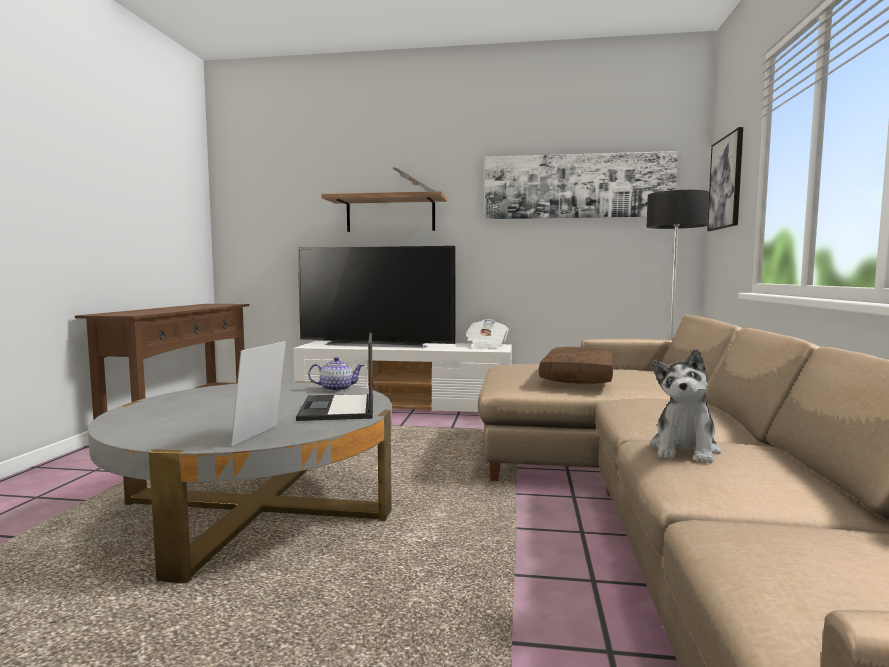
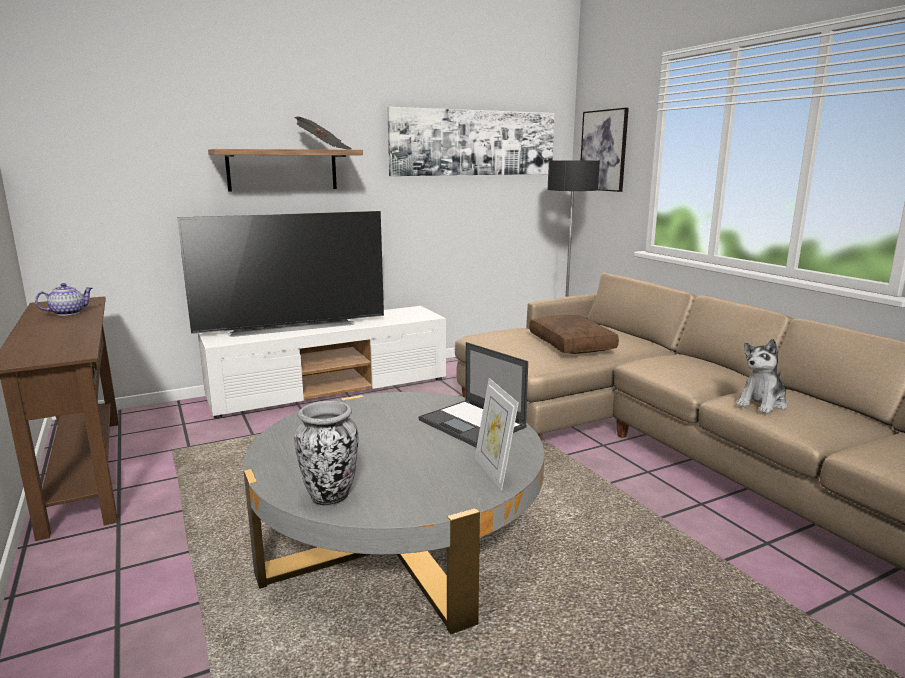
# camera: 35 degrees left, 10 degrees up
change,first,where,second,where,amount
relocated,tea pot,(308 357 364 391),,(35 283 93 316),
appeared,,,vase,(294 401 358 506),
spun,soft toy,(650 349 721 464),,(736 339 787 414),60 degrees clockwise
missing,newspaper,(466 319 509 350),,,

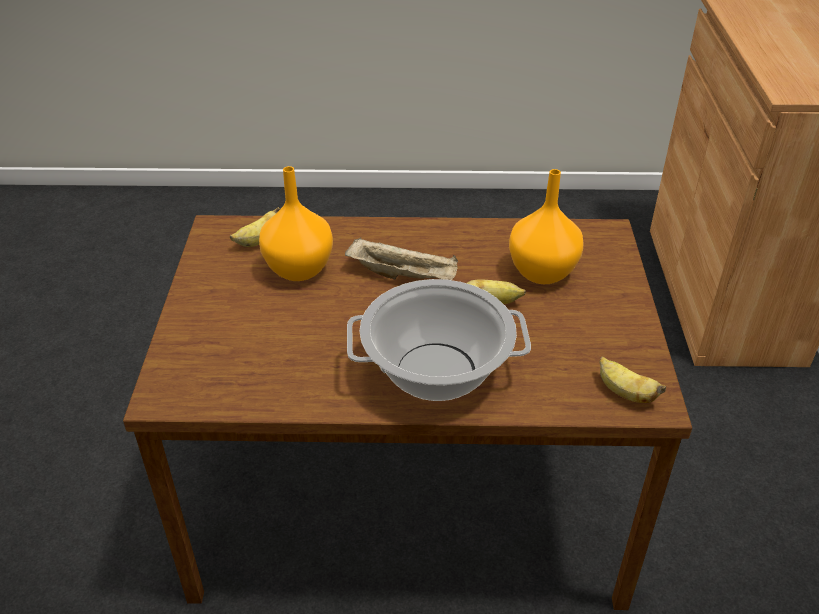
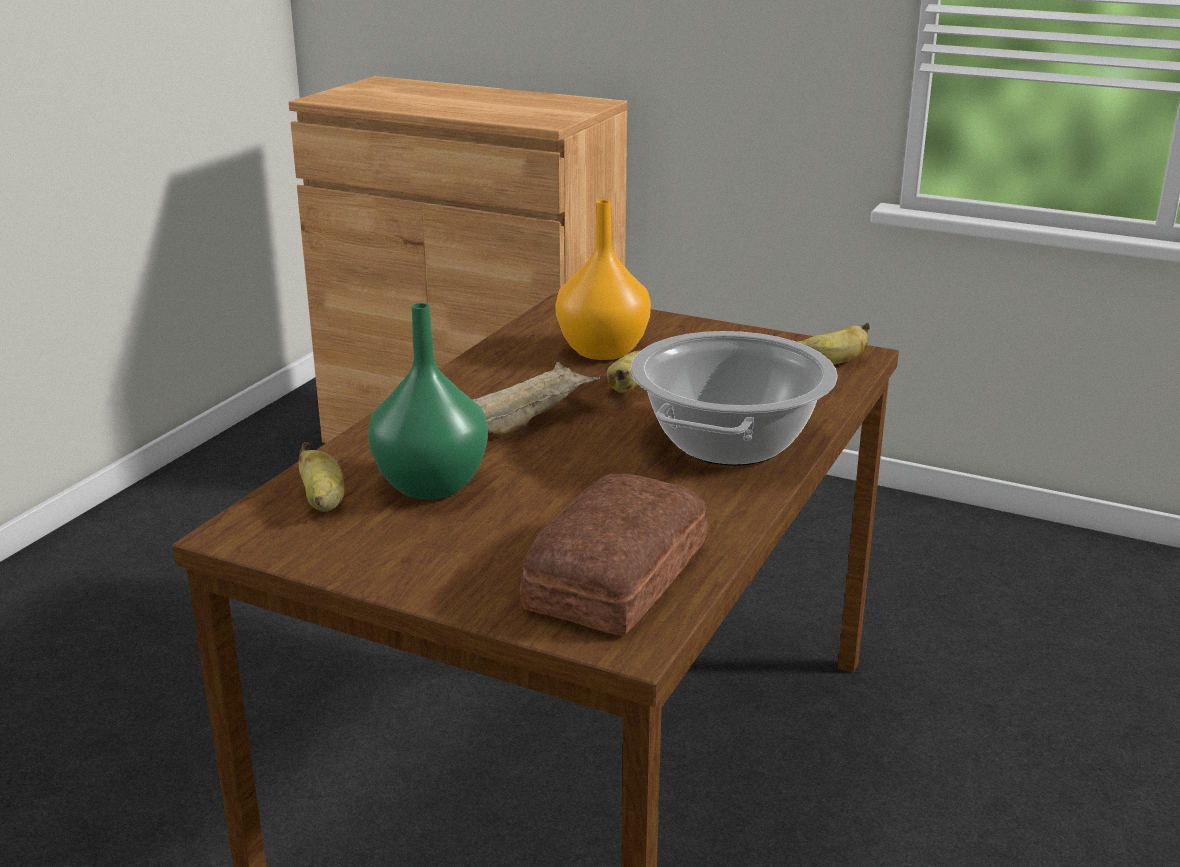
# camera: 65 degrees left, 15 degrees down
change,first,where,second,where,amount
colour,orangey vase,(259 166 333 281),green-coloured vase,(368 303 488 500),
appeared,,,bakery bread,(520 474 708 636),

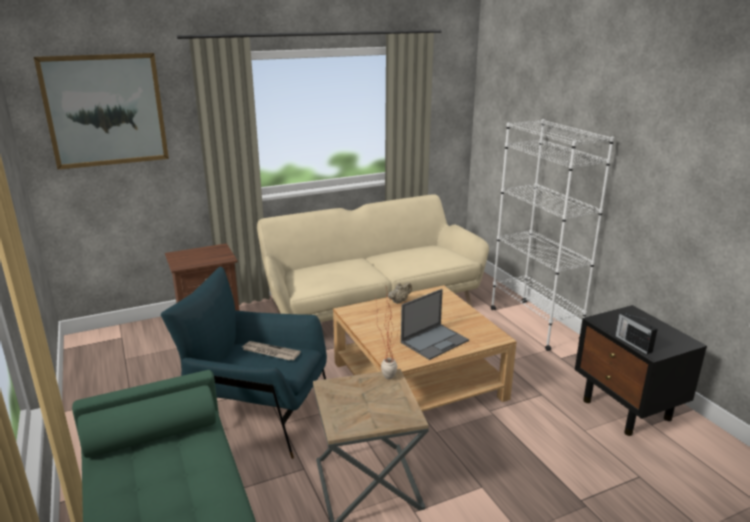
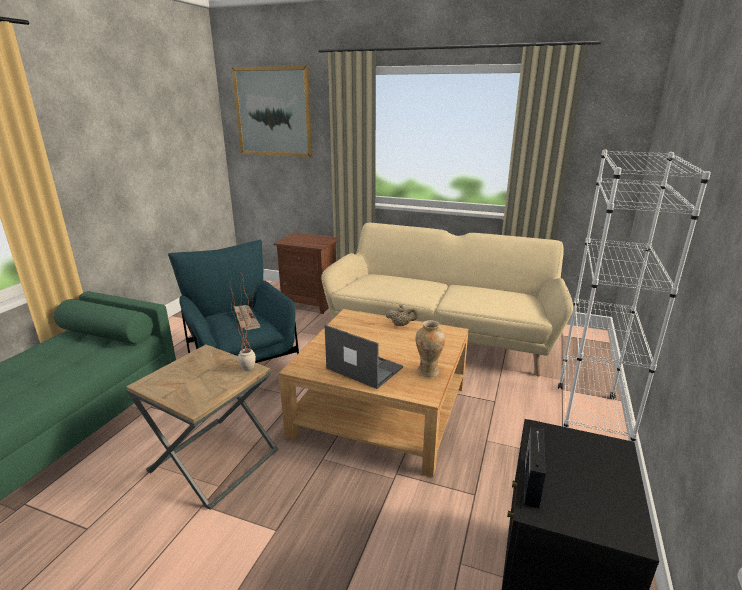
# camera: 45 degrees right, 0 degrees up
change,first,where,second,where,amount
spun,portable computer,(401 289 469 360),,(325 325 403 389),150 degrees counterclockwise
appeared,,,vase,(416 320 445 377),

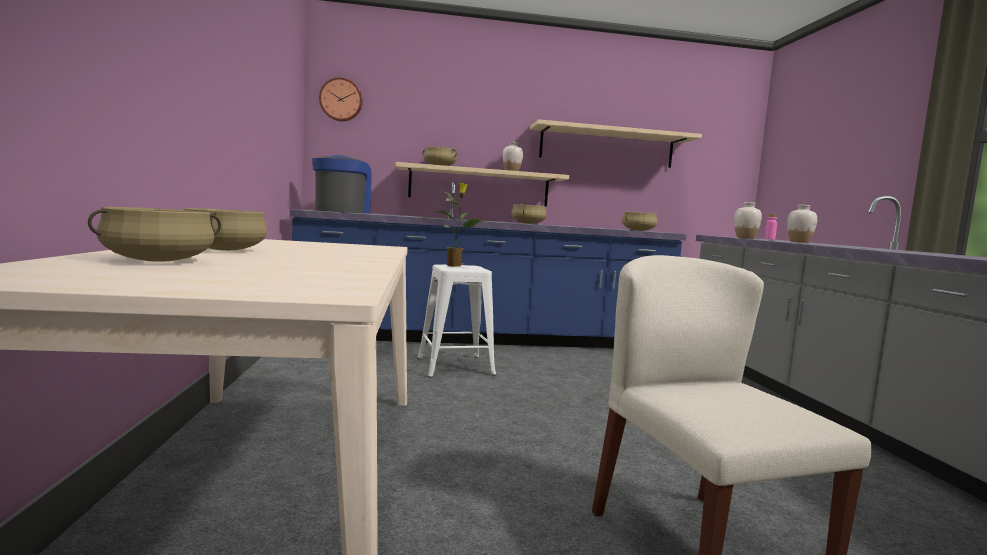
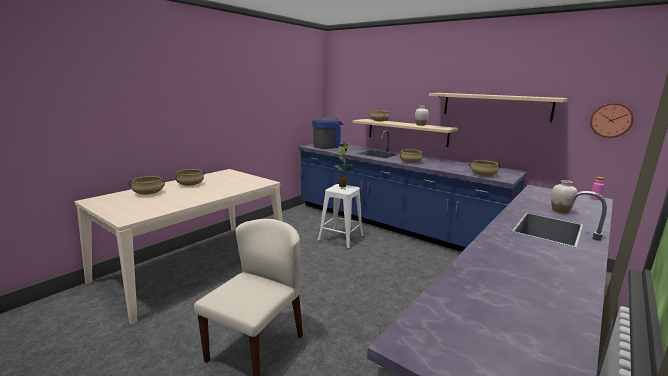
# camera: 45 degrees right, 10 degrees up
change,first,where,second,where,amount
relocated,clock on the wall,(319 77 363 121),,(590 103 634 138),
missing,whitish vase,(734 202 762 239),,,

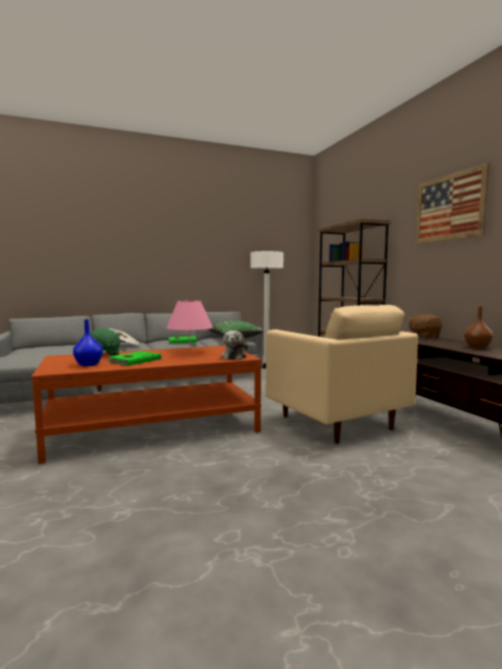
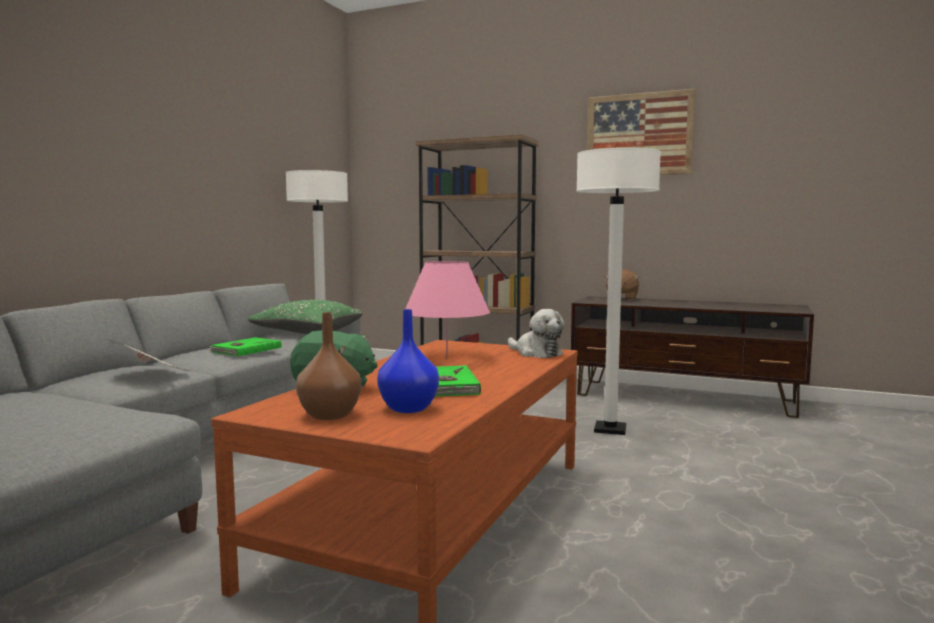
# camera: 45 degrees left, 0 degrees up
change,first,where,second,where,amount
relocated,brown vase,(464 306 493 348),,(296 312 361 420),
exchanged,beige lounge chair,(265 305 418 444),whitish standing lamp,(576 148 661 435),

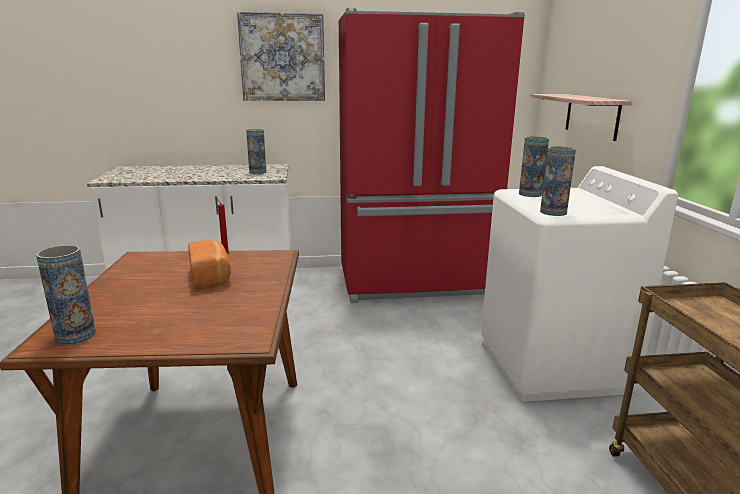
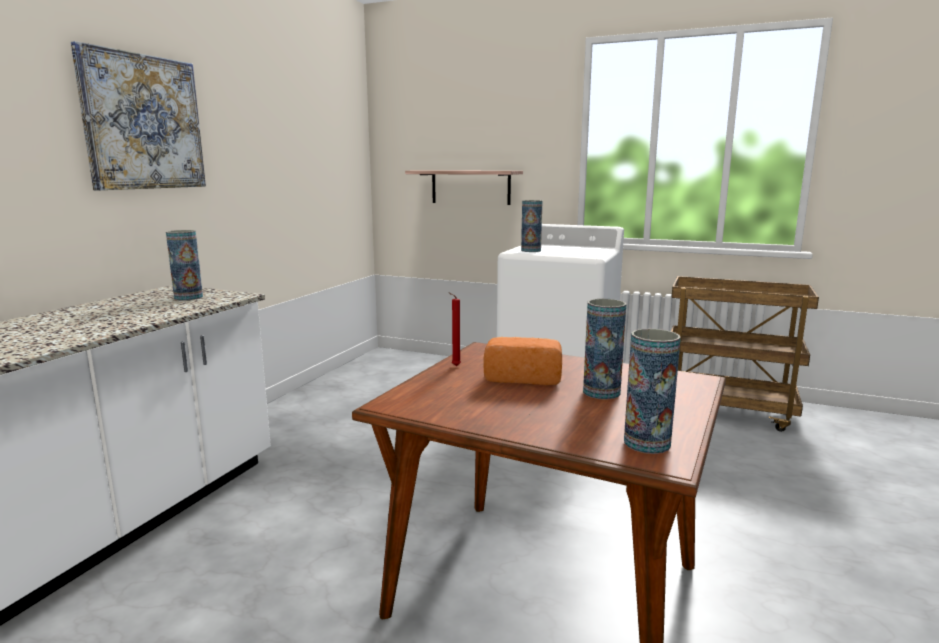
# camera: 60 degrees left, 5 degrees down
change,first,where,second,where,amount
relocated,vase,(540 146 576 216),,(583 299 626 400),
missing,red-coloured kitchen fridge,(339 8 525 303),,,

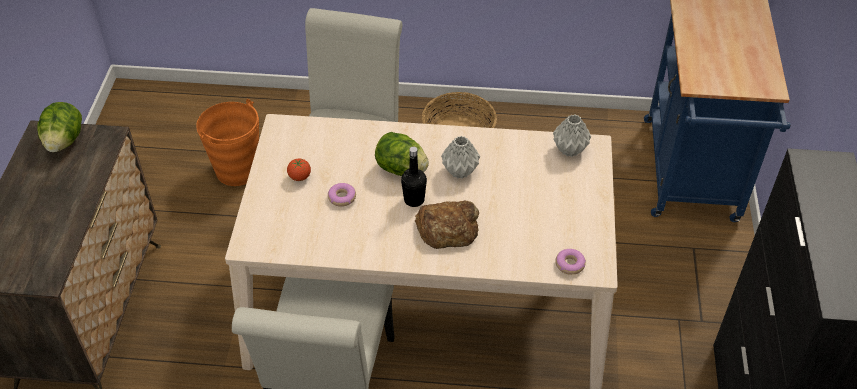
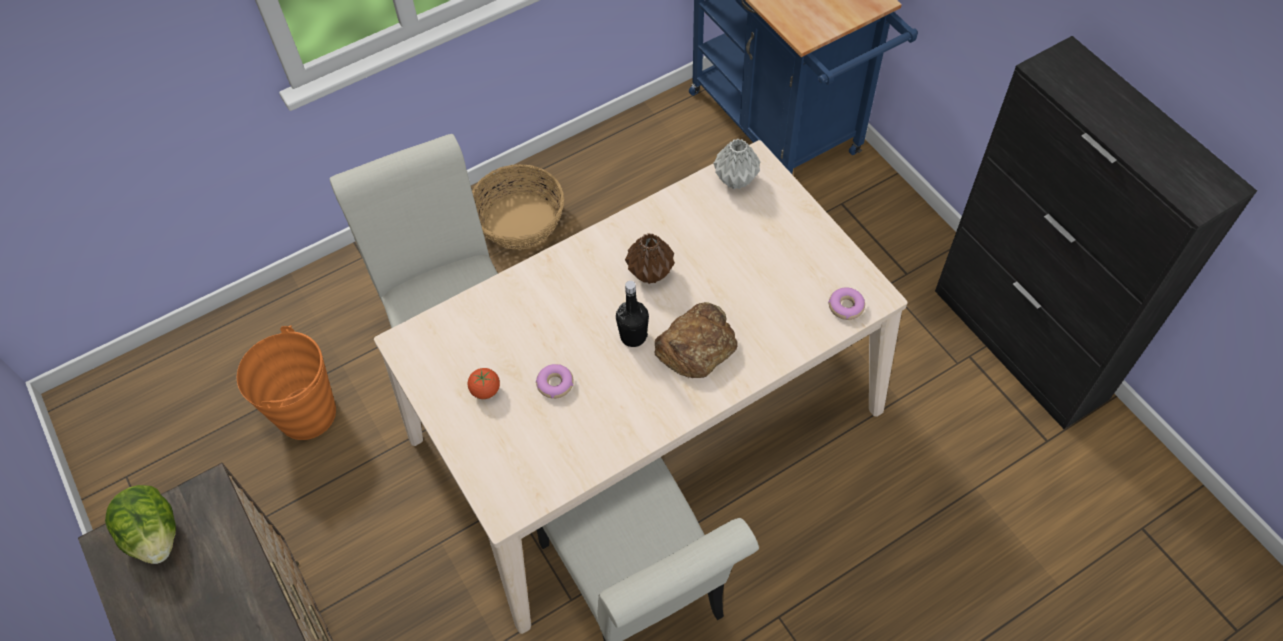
# camera: 35 degrees left, 10 degrees up
change,first,where,second,where,amount
colour,gray vase,(441 136 480 179),brown vase,(625 233 675 284),
missing,head of lettuce,(375 132 429 176),,,

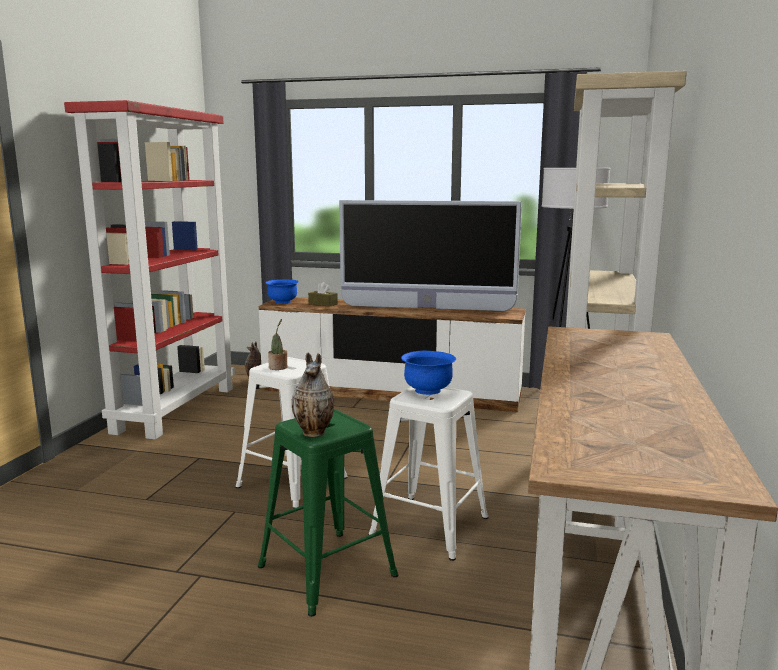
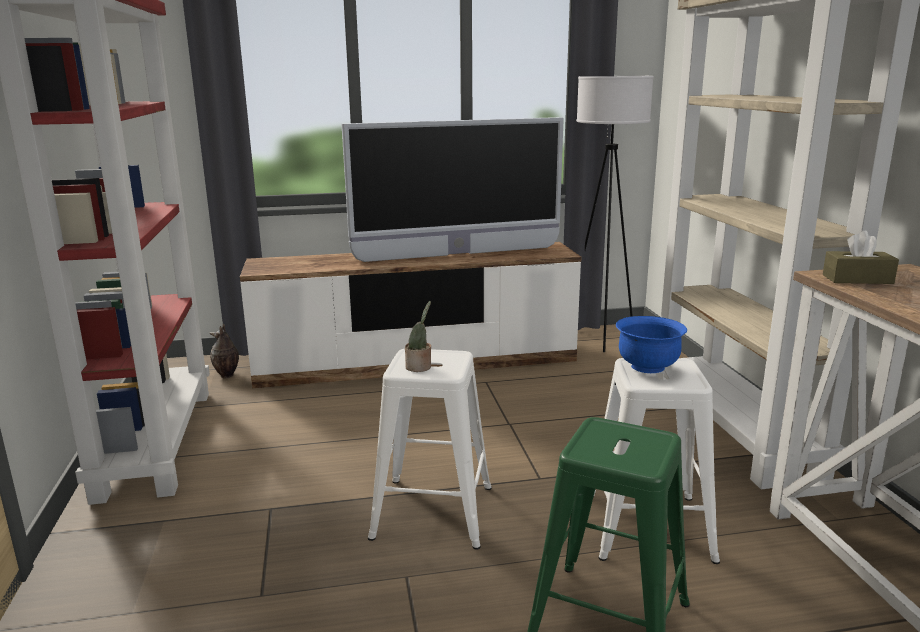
# camera: 25 degrees left, 5 degrees up
change,first,where,second,where,amount
relocated,brown tissue box,(308 282 338 307),,(823 231 899 284),
missing,bluish deep dish,(266 279 299 304),,,
missing,vase,(292 352 334 437),,,

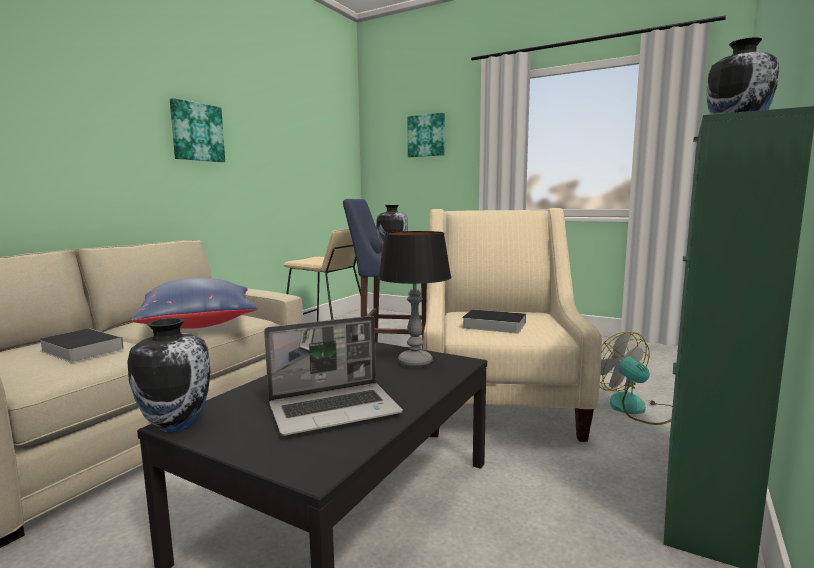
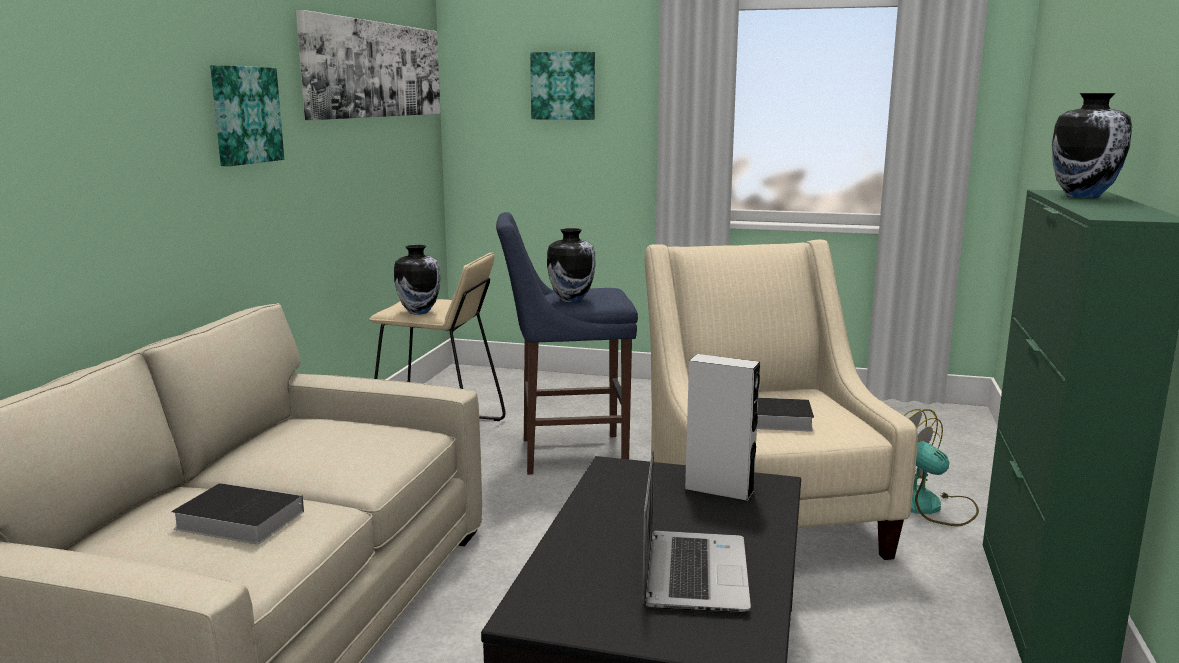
# camera: 15 degrees left, 5 degrees up
change,first,where,second,where,amount
appeared,,,wall picture,(296 10 440 120),
relocated,vase,(127 318 210 432),,(394 245 441 315),
spun,portable computer,(264 316 403 436),,(642 451 751 613),45 degrees counterclockwise
exchanged,lamp for a table,(378 231 451 368),gray speaker,(684 354 760 502),
missing,bluish pillow,(130 278 258 329),,,

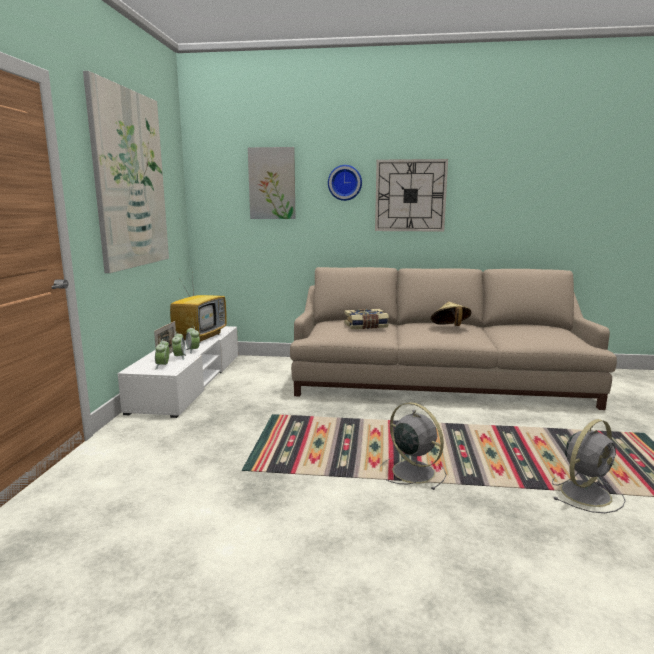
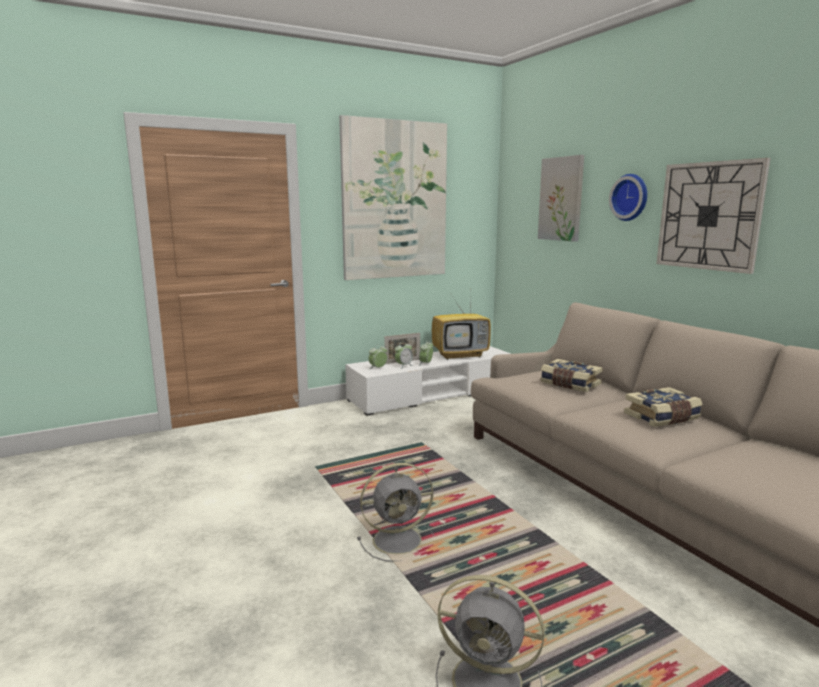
# camera: 55 degrees right, 0 degrees up
change,first,where,second,where,amount
spun,gray electric fan,(380 402 447 490),,(357 463 434 562),60 degrees clockwise
exchanged,beige wearable hat,(431 302 471 326),bound book,(624 387 703 427),

